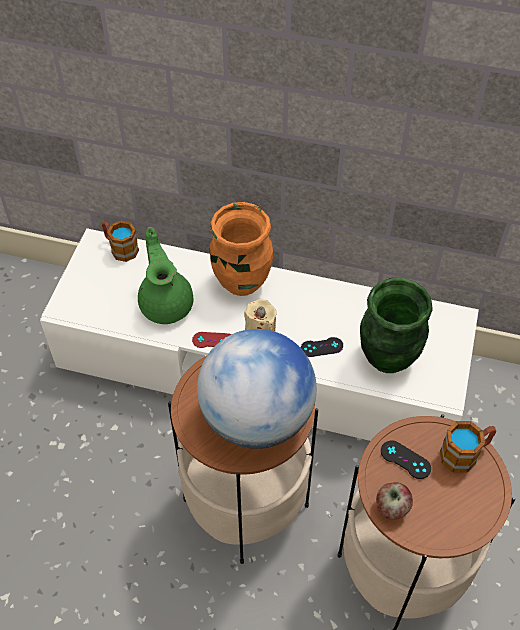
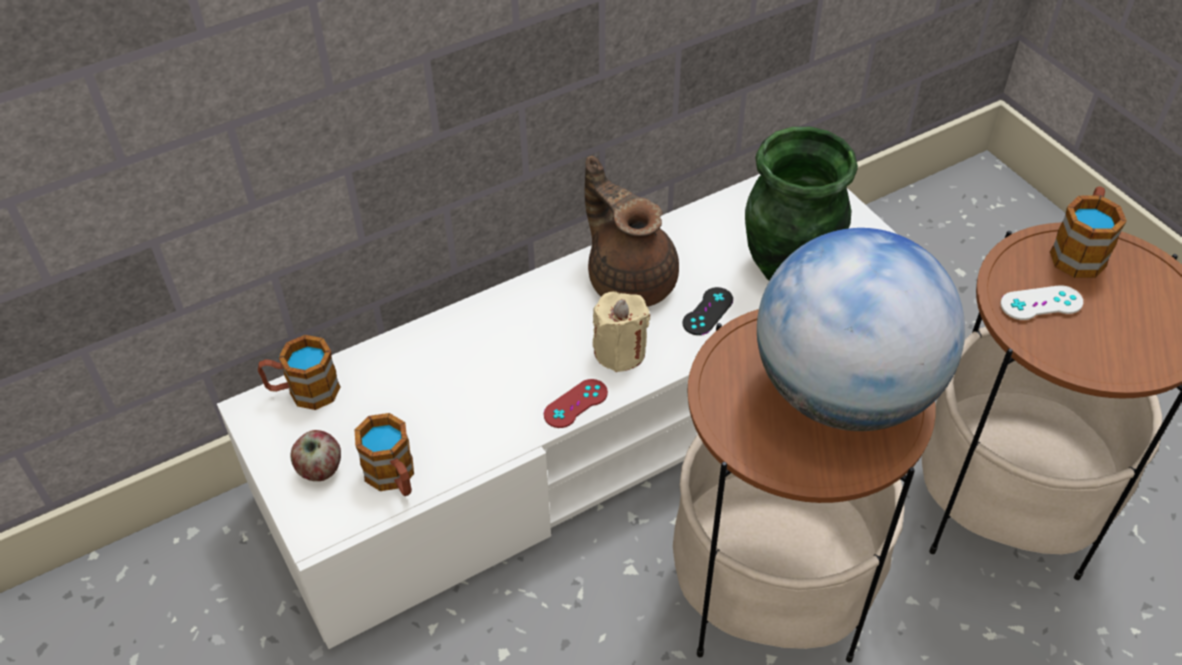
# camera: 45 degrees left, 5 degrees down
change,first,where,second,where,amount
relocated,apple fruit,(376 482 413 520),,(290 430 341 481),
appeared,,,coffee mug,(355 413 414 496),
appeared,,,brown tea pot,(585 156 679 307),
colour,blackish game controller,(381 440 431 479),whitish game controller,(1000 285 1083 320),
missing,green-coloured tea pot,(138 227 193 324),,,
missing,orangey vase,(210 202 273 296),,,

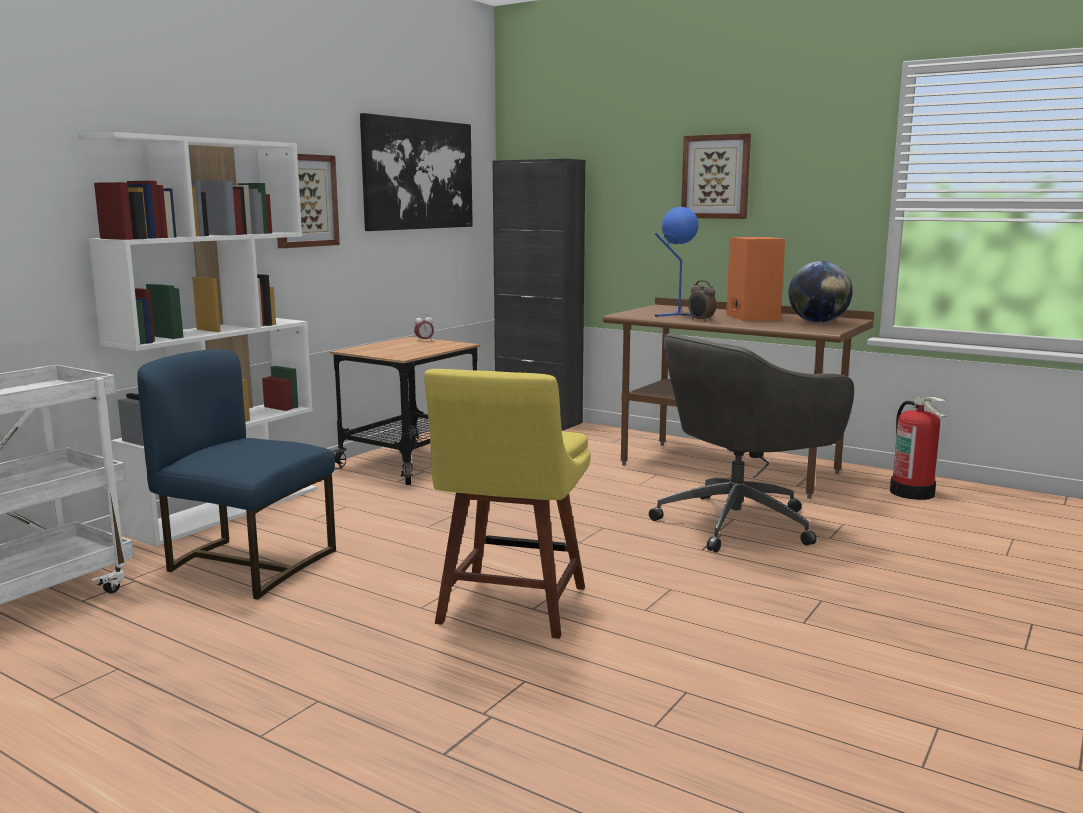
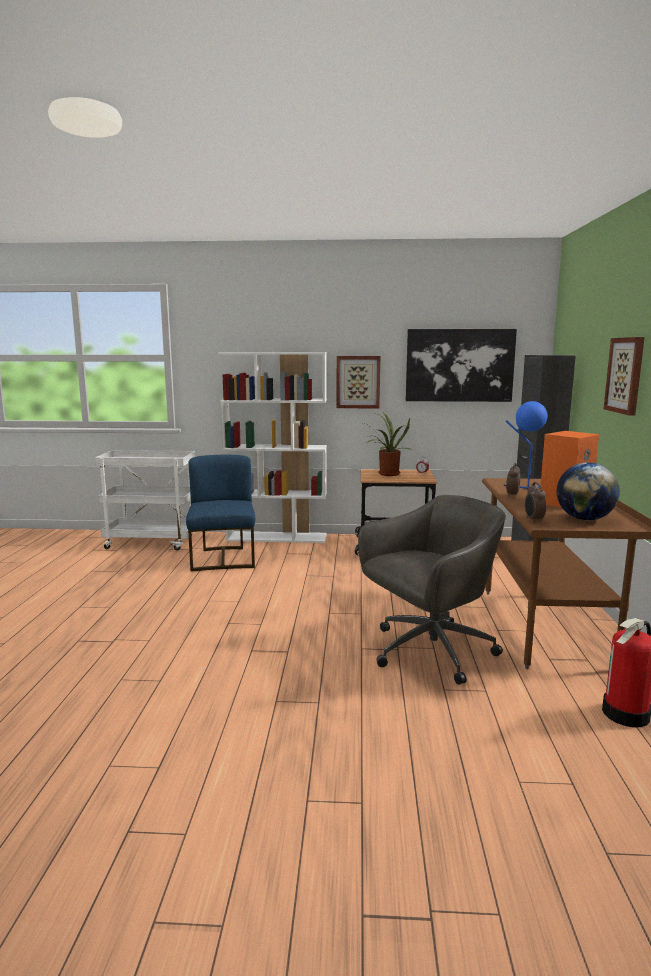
# camera: 60 degrees right, 0 degrees up
change,first,where,second,where,amount
spun,gray office chair,(649 333 854 552),,(358 495 506 685),120 degrees clockwise
appeared,,,houseplant,(363 413 412 476),
appeared,,,table clock,(525 482 546 521),
missing,yellow-coloured chair,(424 369 591 639),,,

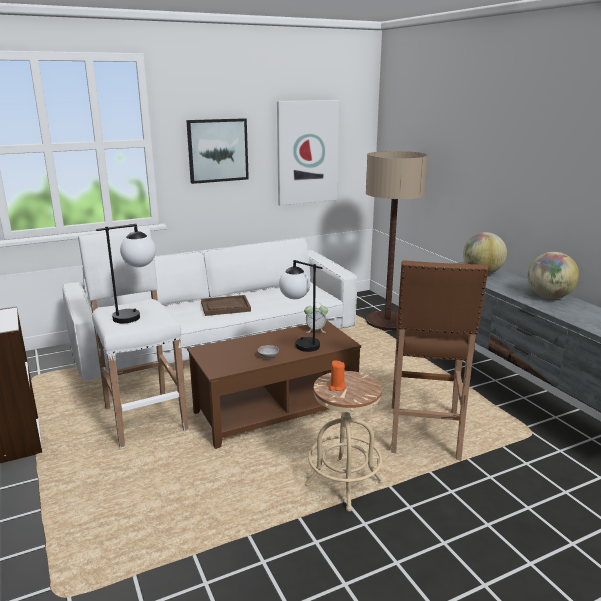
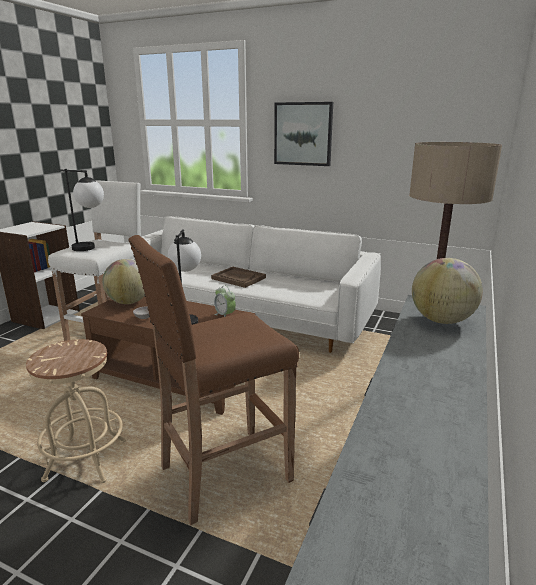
# camera: 50 degrees right, 0 degrees up
change,first,where,second,where,amount
relocated,globe,(528 252 579 299),,(102 259 145 304),
missing,wall picture,(277 100 339 205),,,
missing,orangey wax light,(328 361 346 391),,,

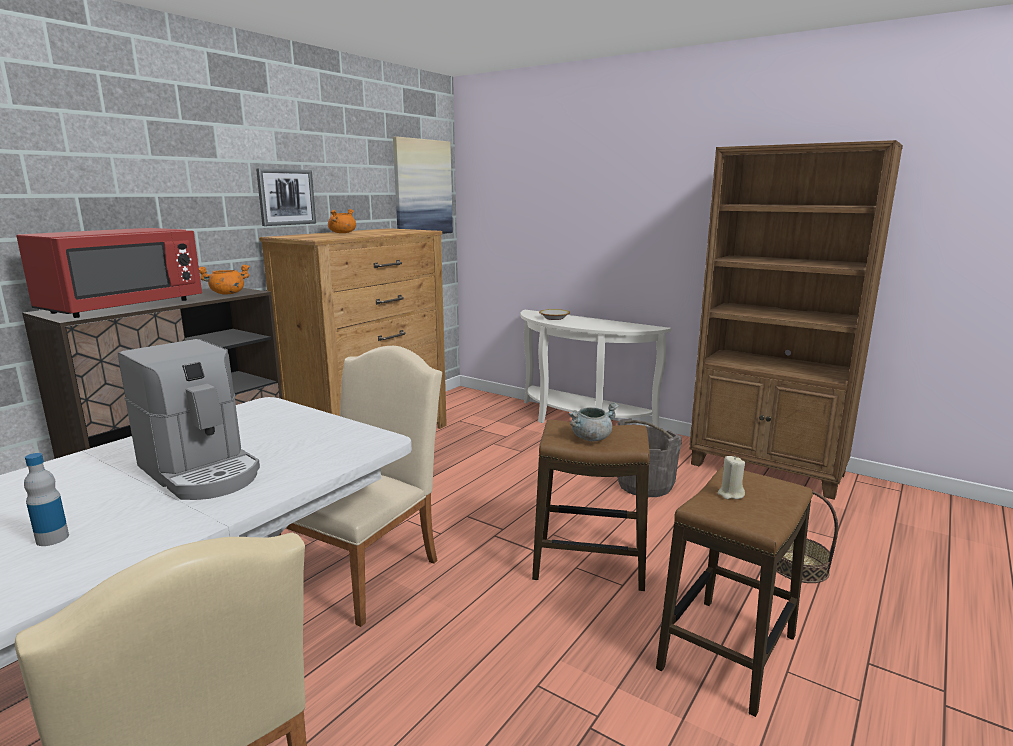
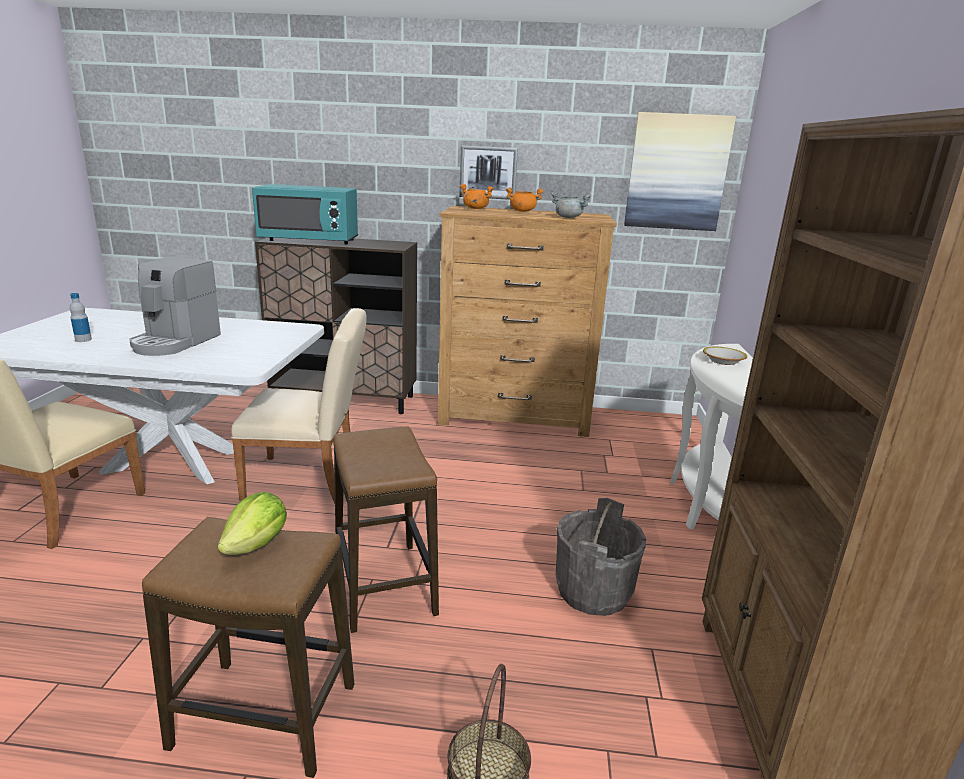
# camera: 60 degrees right, 5 degrees up
change,first,where,second,where,amount
exchanged,beige wax light,(718 456 745 499),head of lettuce,(217 492 287 555),
colour,red-coloured kitchen microwave,(17 228 202 318),turquoise kitchen microwave,(252 184 358 245),
relocated,orangey saucepot,(199 264 250 295),,(460 184 494 209),
relocated,gray saucepot,(569 403 619 441),,(551 191 591 218),

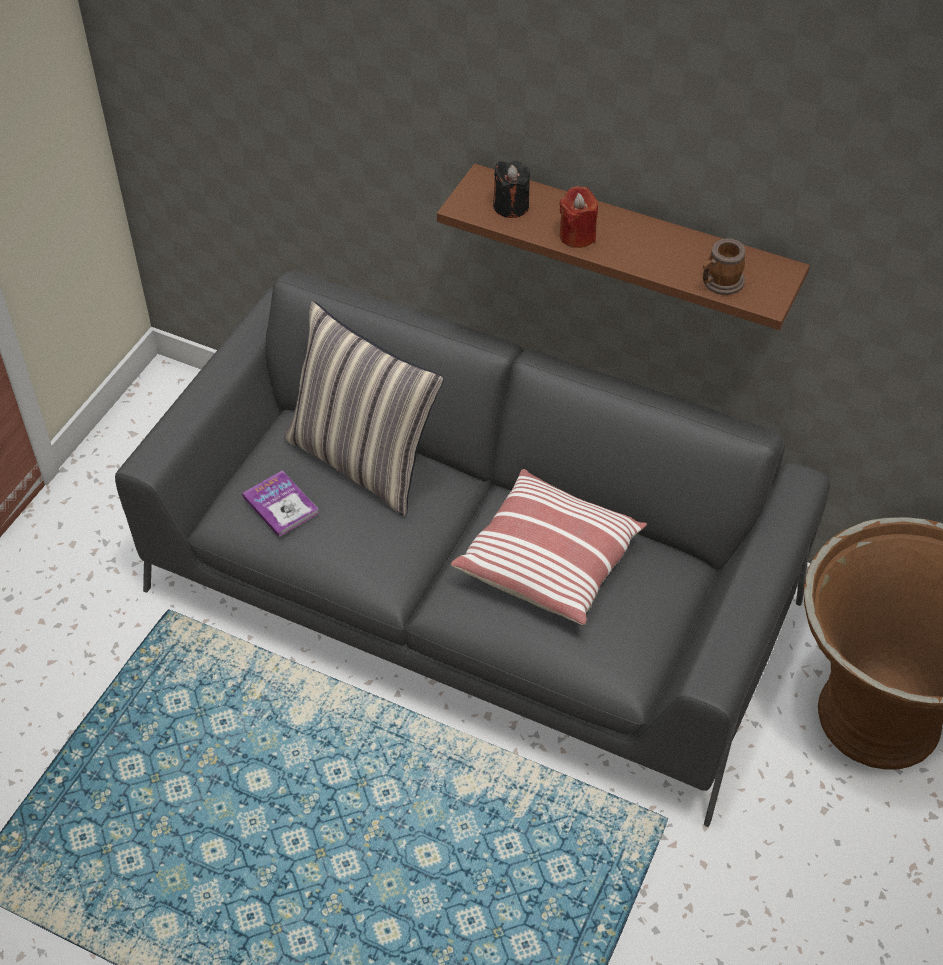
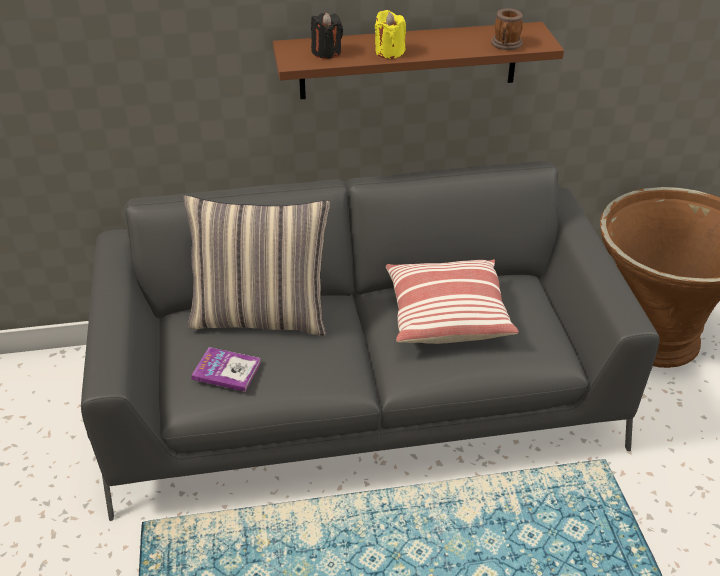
# camera: 35 degrees left, 10 degrees down
change,first,where,second,where,amount
colour,red-coloured wax light,(559 186 598 248),yellow-coloured wax light,(375 10 406 59),

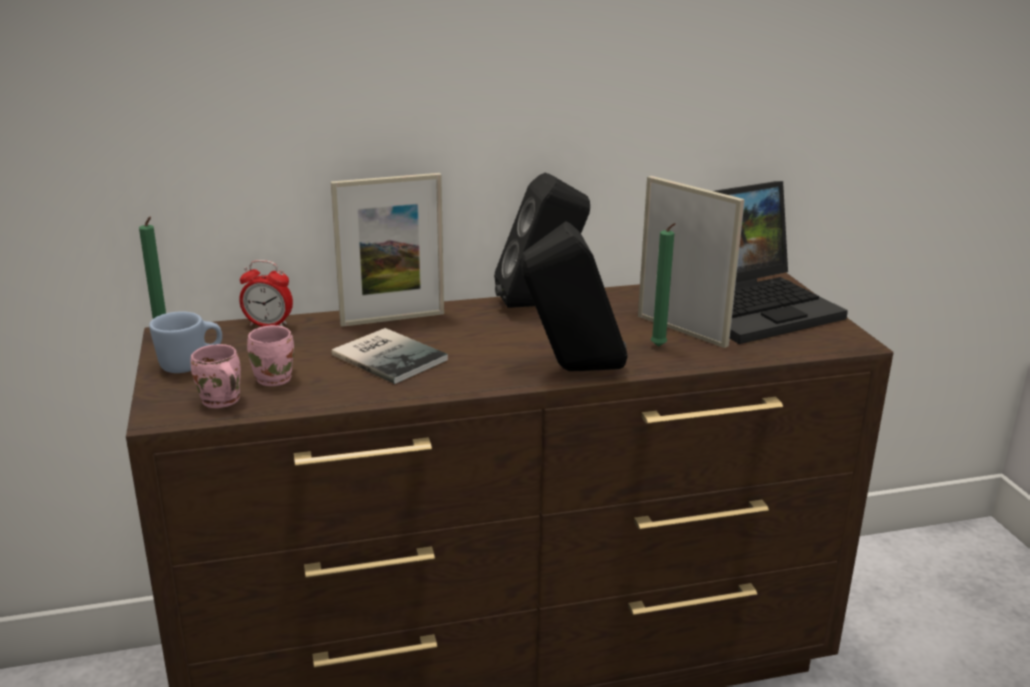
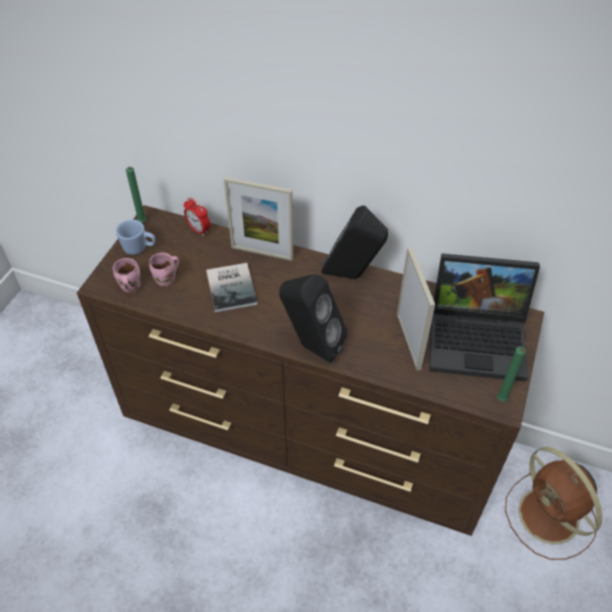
# camera: 35 degrees right, 25 degrees up
change,first,where,second,where,amount
relocated,green-coloured wax light,(651 223 676 347),,(497 347 526 402),
appeared,,,brown electric fan,(505 447 602 560),

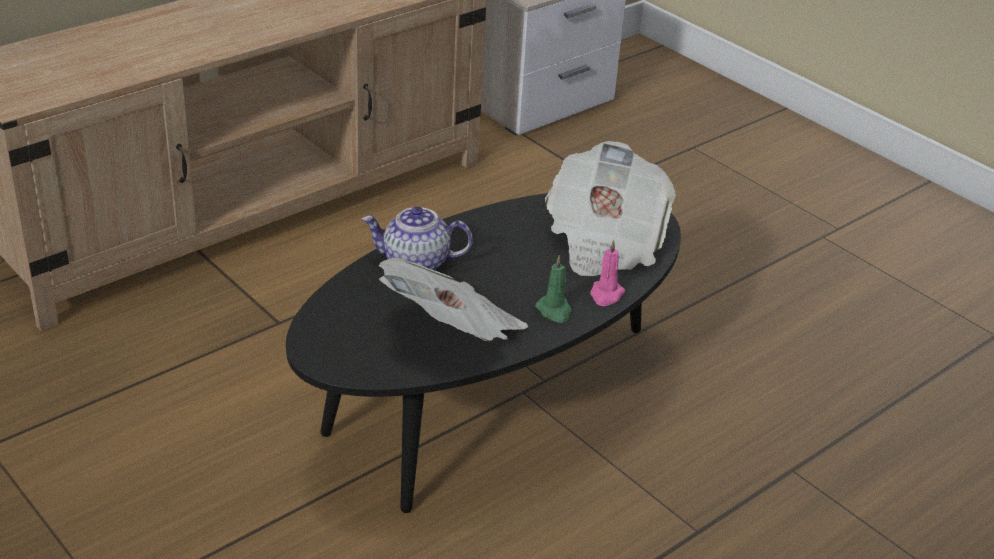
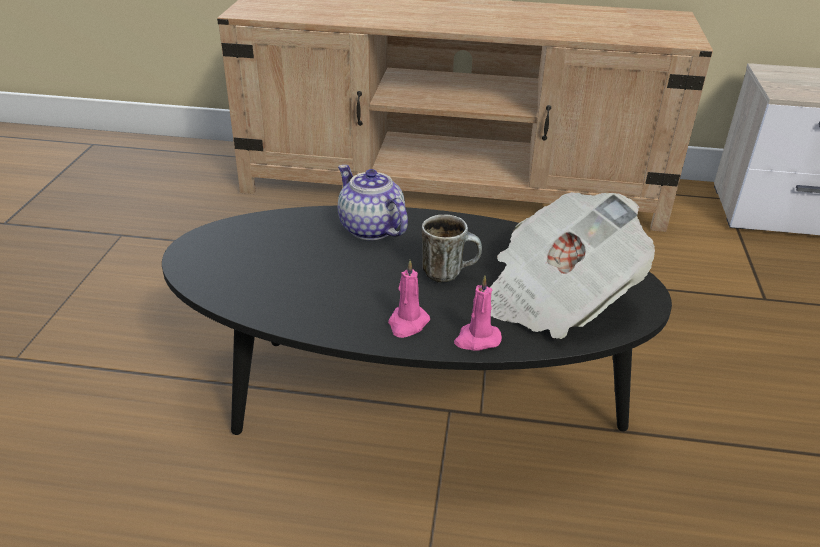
# camera: 50 degrees right, 0 degrees up
change,first,where,second,where,amount
colour,green-coloured wax light,(535 255 572 323),pink wax light,(388 260 430 338),
appeared,,,coffee mug,(422 215 482 283),
missing,newspaper,(379 258 528 342),,,

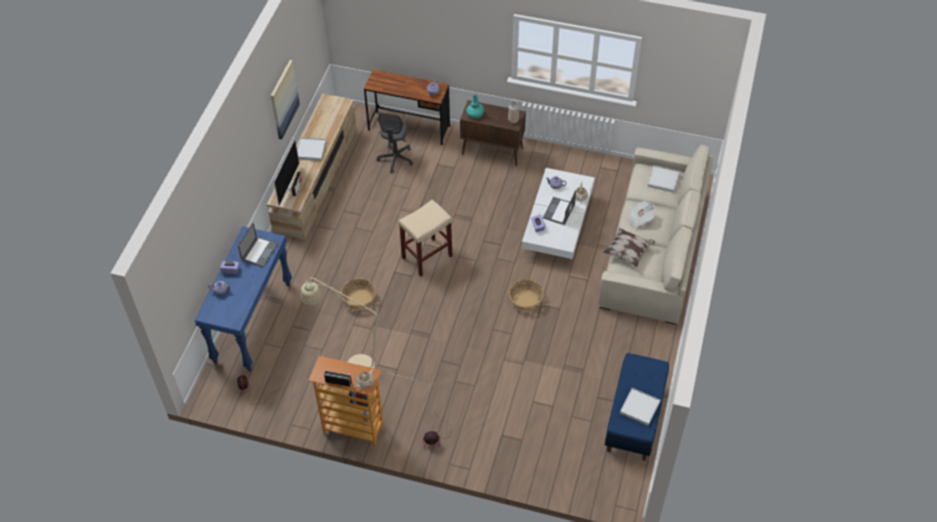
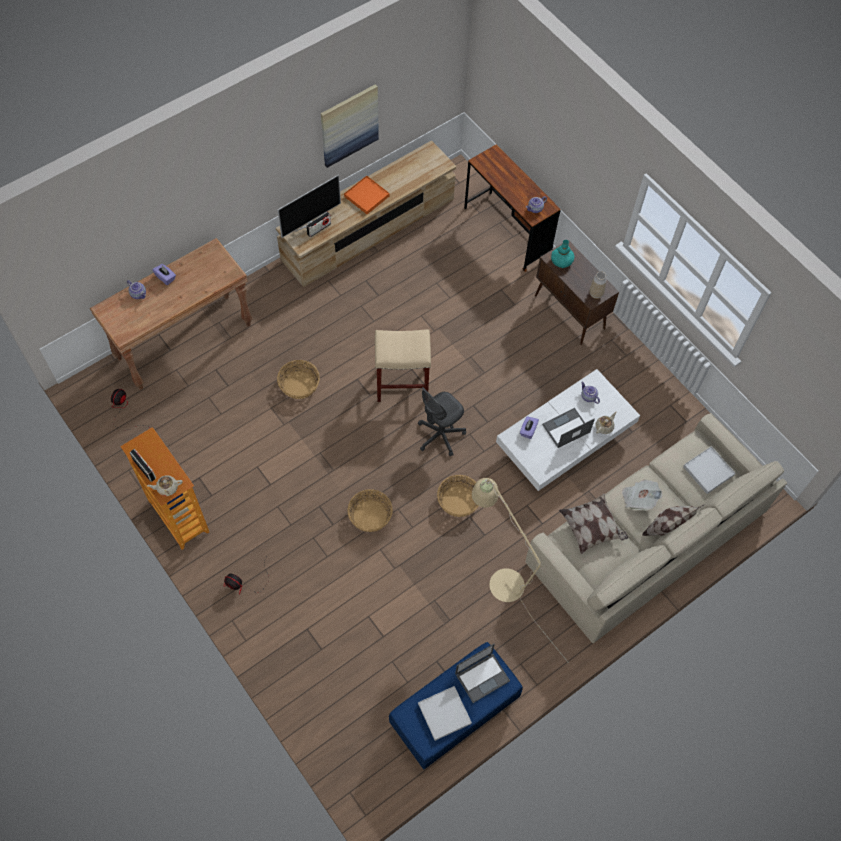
# camera: 35 degrees right, 10 degrees up
change,first,where,second,where,amount
colour,bluish console table,(194 226 292 372),brown console table,(90 238 253 390),
colour,whitish serving tray,(297 137 326 161),orangey serving tray,(344 176 390 214),
appeared,,,storage basket,(347 489 393 532),
relocated,gray office chair,(377 113 413 173),,(418 387 466 456),
relocated,portable computer,(238 223 278 268),,(455 643 510 703),
relocated,beige standing lamp,(301 278 432 384),,(472 478 569 663),
appeared,,,pillow,(643 504 705 536),

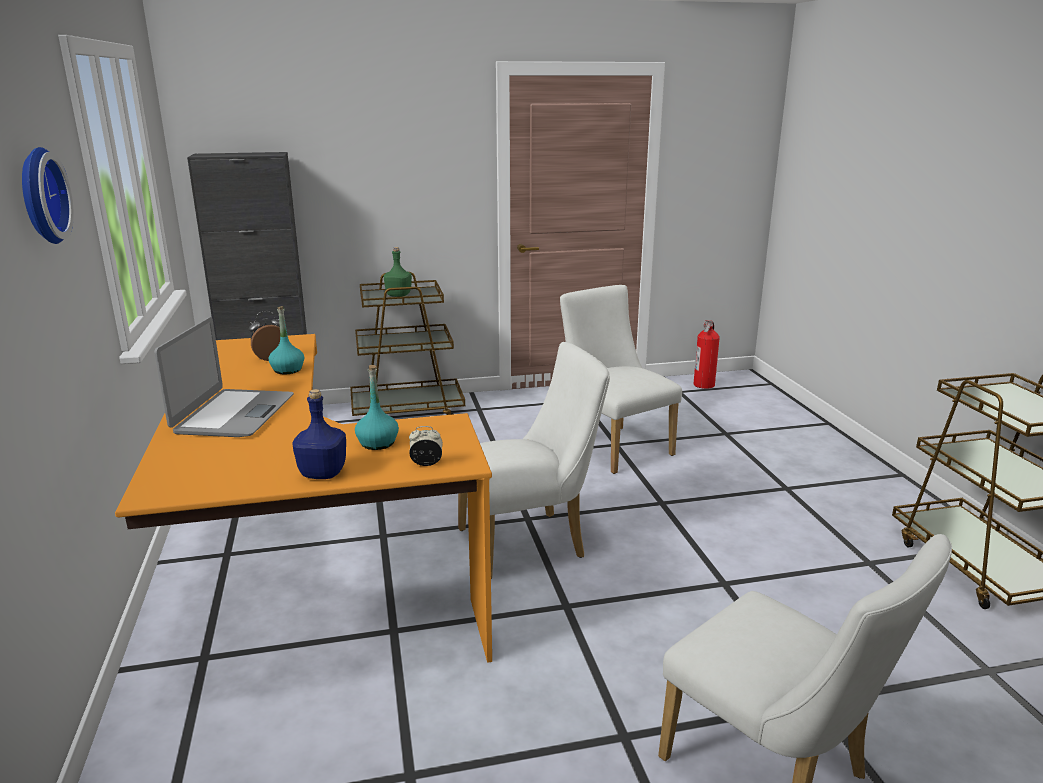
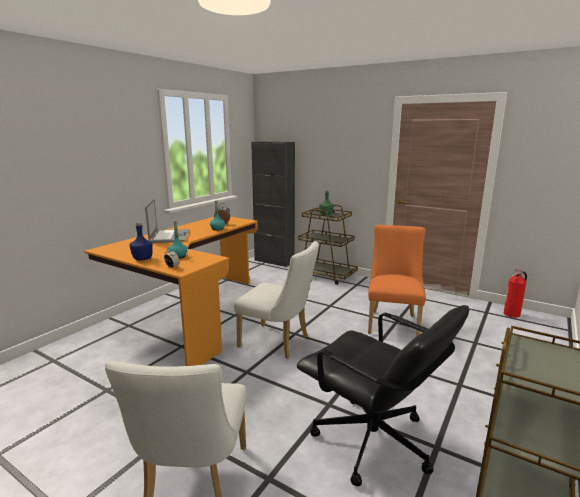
# camera: 45 degrees right, 5 degrees down
change,first,where,second,where,amount
spun,portable computer,(154 317 294 437),,(145 199 189 243),60 degrees counterclockwise
appeared,,,blackish office chair,(297 305 469 486),
colour,whitish chair,(560 285 682 474),orangey chair,(368 225 426 337),
missing,clock on the wall,(22 147 74 244),,,

